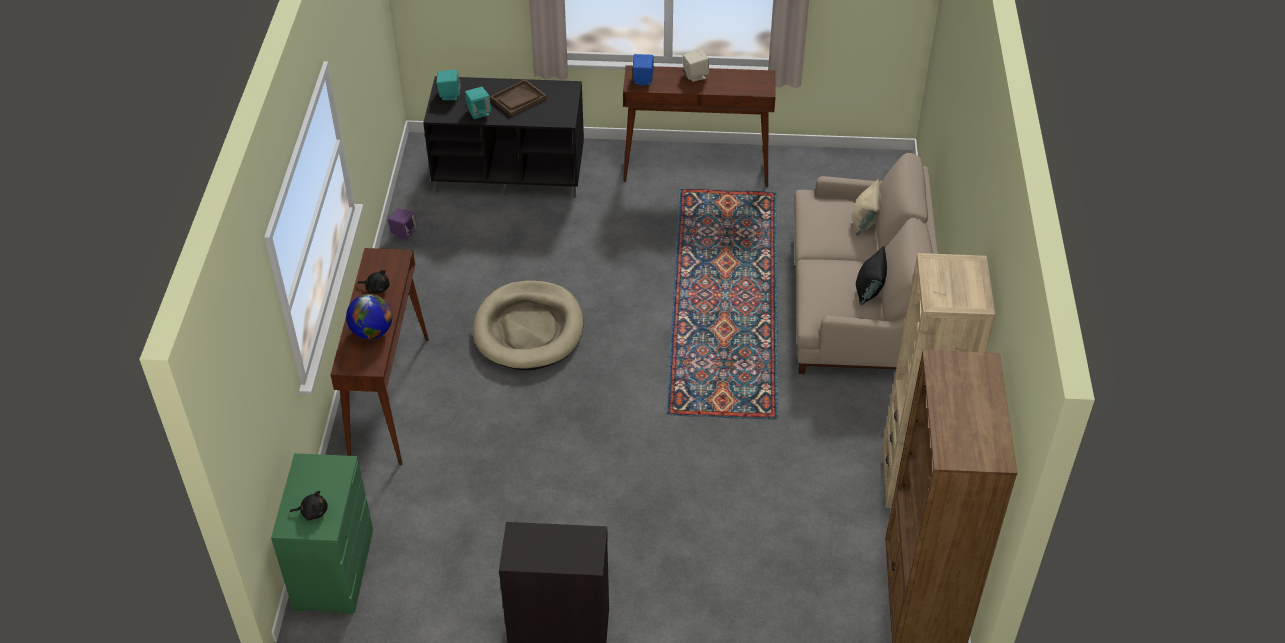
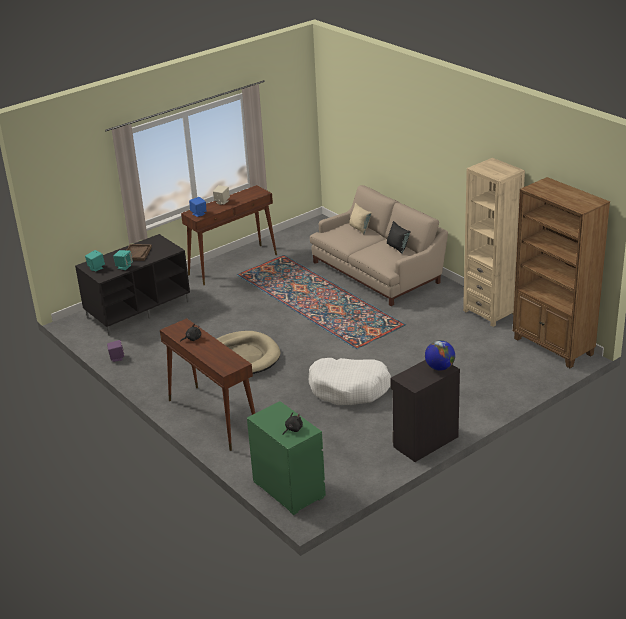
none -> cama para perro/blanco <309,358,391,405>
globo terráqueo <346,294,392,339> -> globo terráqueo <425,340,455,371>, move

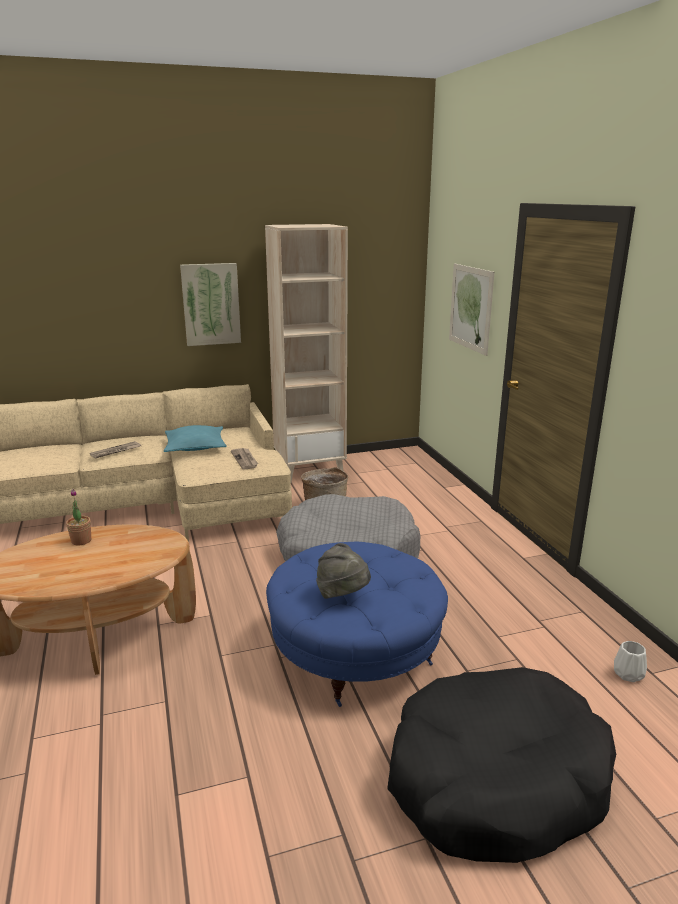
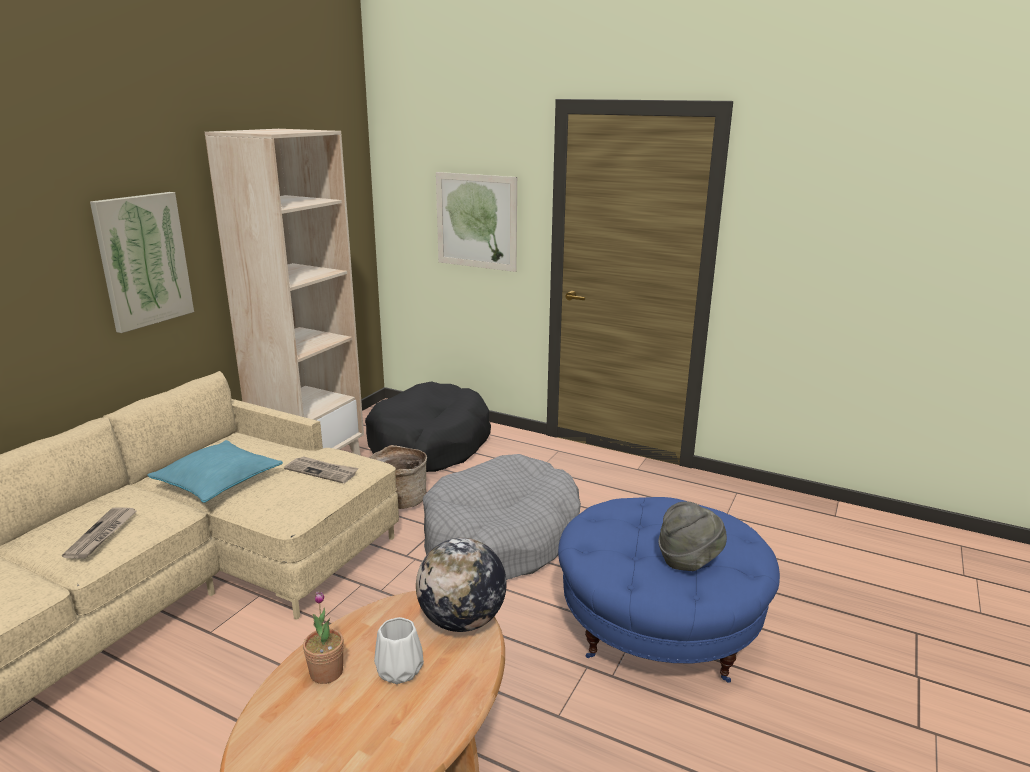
cama para perro/negro <387,667,616,863> -> cama para perro/negro <365,381,491,472>, move
florero/blanco <614,641,647,682> -> florero/blanco <374,617,424,684>, move
none -> globo terráqueo <416,538,506,632>

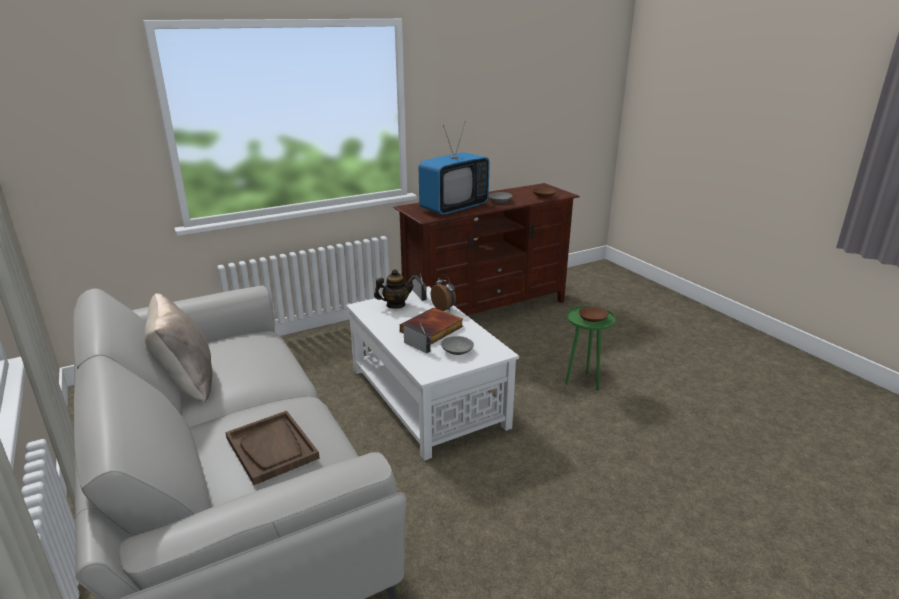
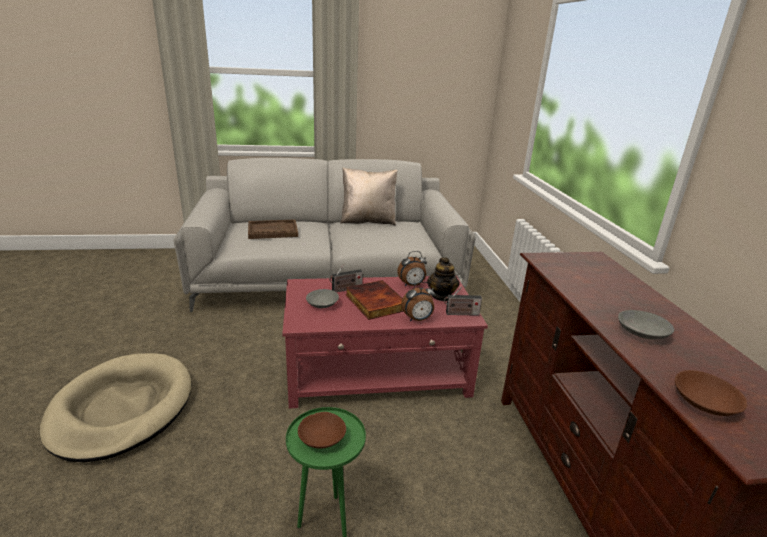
none -> cama para perro/beis <40,353,191,462>
mesa de centro/blanco <346,286,519,461> -> mesa de centro/rojo <282,276,488,408>
none -> despertador <397,251,427,286>
televisor <419,121,490,215> -> none

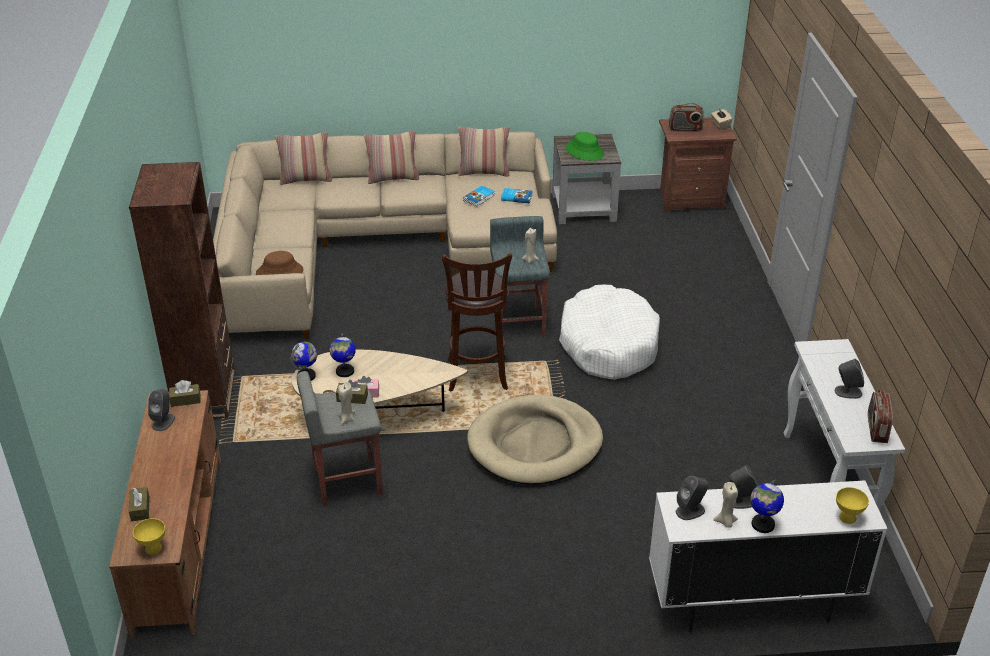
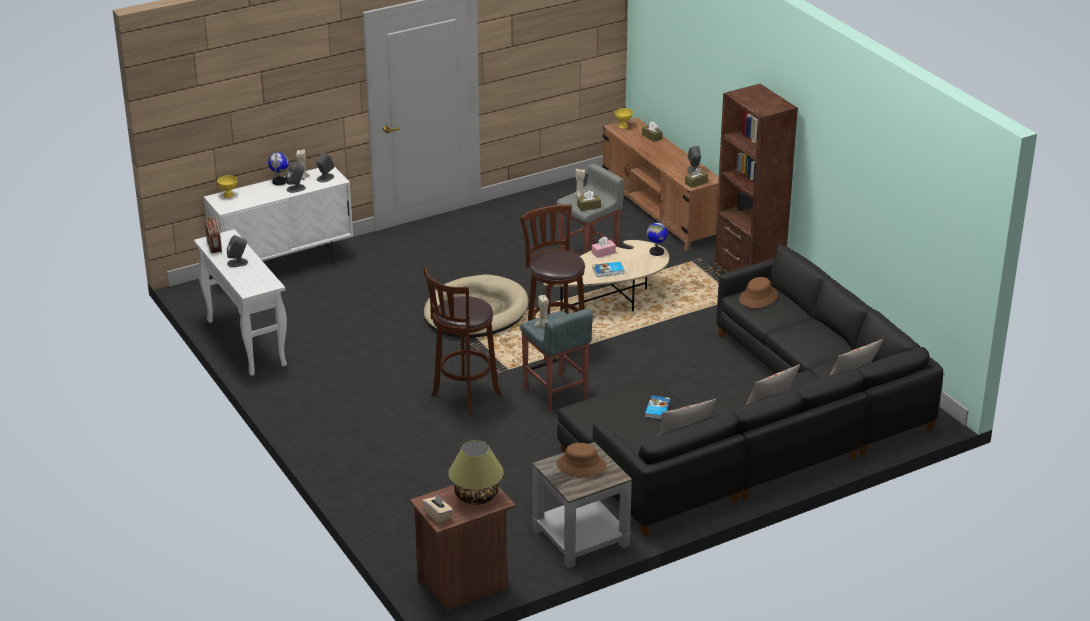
cama para perro/blanco <559,285,660,380> -> taburete/marrón <423,267,501,415>
radio <669,103,704,132> -> lámpara de mesa <449,440,504,505>
sombrero/verde <566,132,604,161> -> sombrero/marrón <556,443,607,477>
sofá/beis <213,131,557,339> -> sofá/negro <557,245,943,536>
libro <501,188,533,204> -> libro <593,262,625,277>, move
globo terráqueo <330,333,356,377> -> none

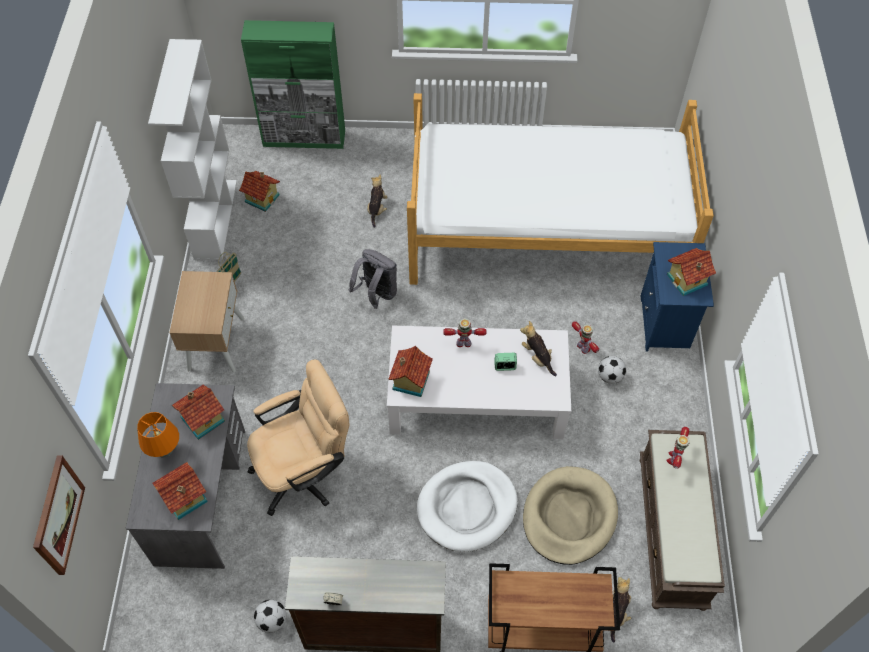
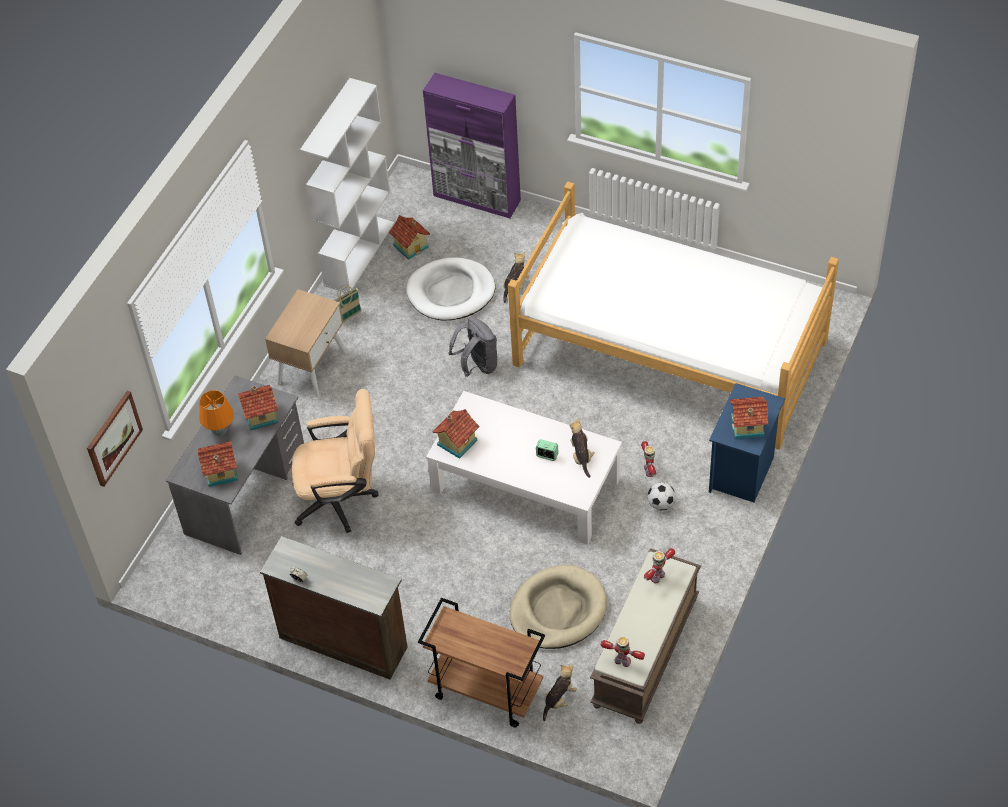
cama para perro/blanco <417,461,518,552> -> cama para perro/blanco <406,257,495,320>, move
armario/verde <241,20,345,149> -> armario/morado <423,73,521,218>
robot de juguete <443,318,487,347> -> robot de juguete <601,636,645,667>, move
balón de fútbol <254,599,286,633> -> none

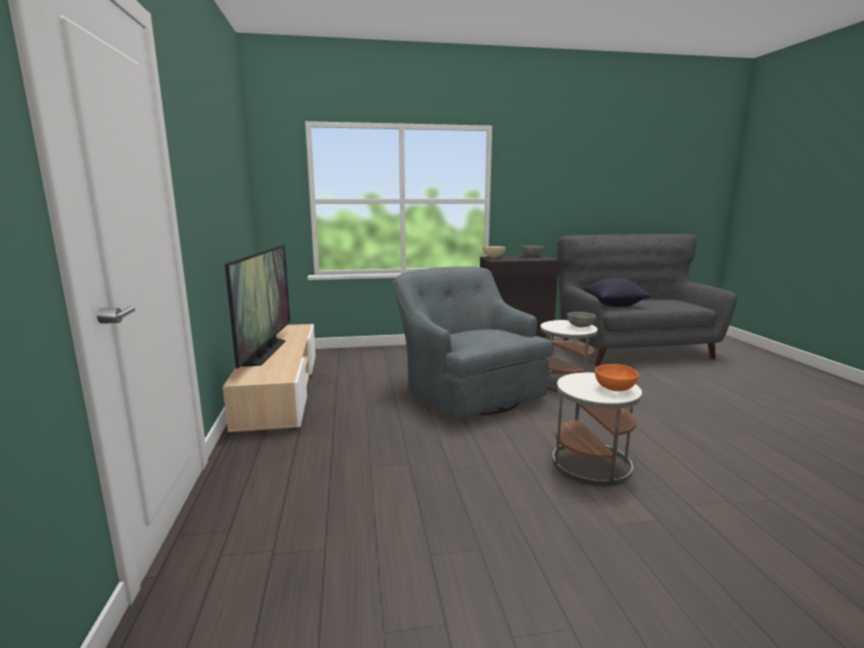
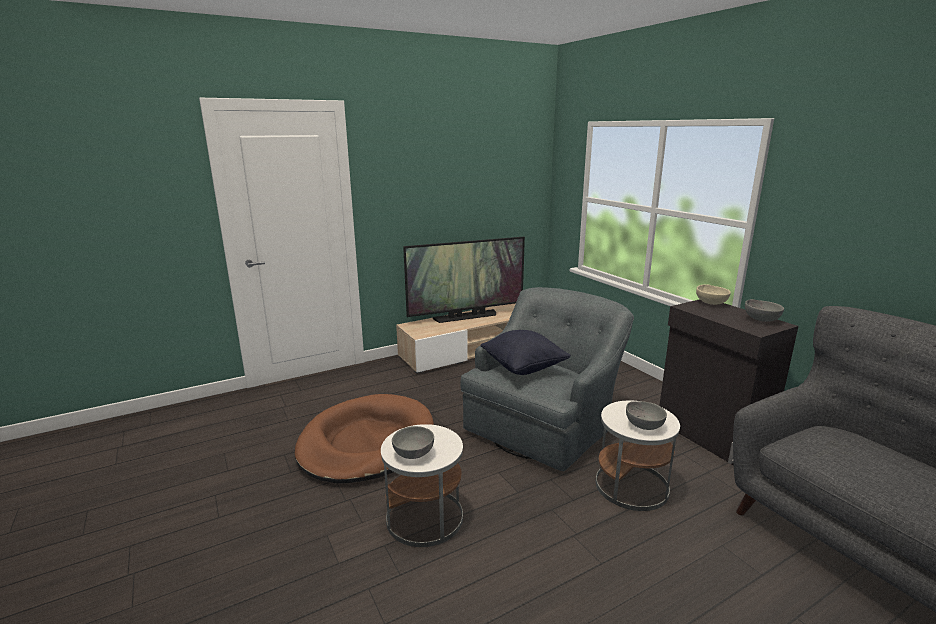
none -> cama para perro/marrón <295,394,434,483>
cuenco/naranja <595,364,639,391> -> cuenco/gris <392,426,434,459>
cojín/negro <583,278,651,307> -> cojín/negro <480,330,571,375>, move

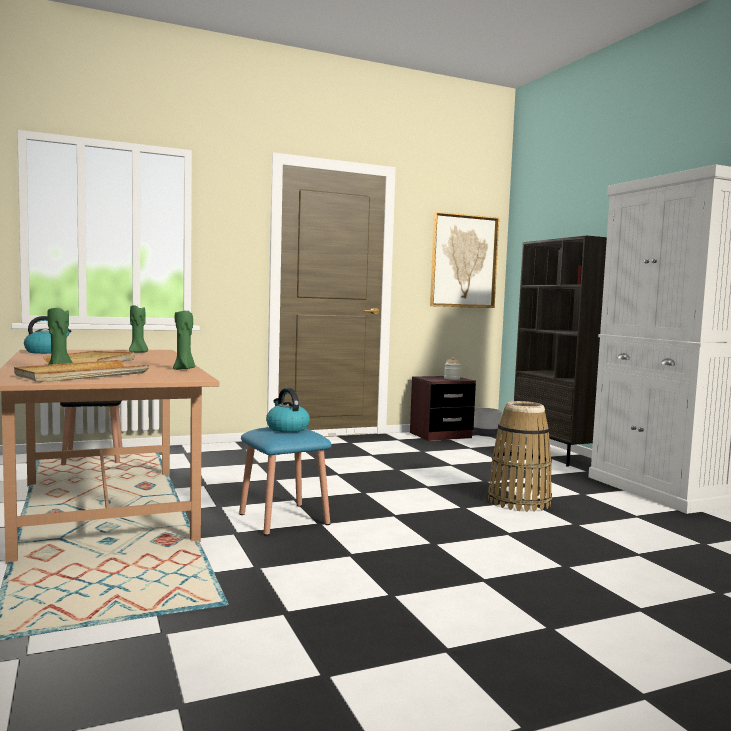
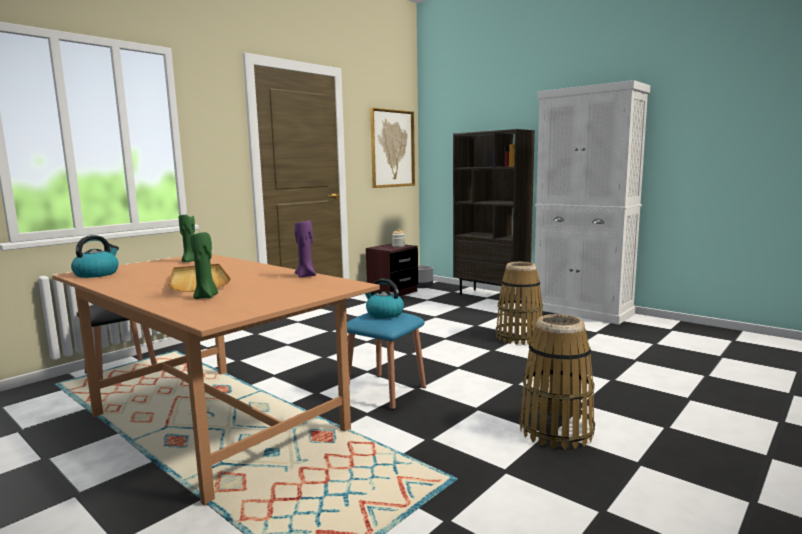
vela/verde <173,311,195,370> -> vela/morado <295,220,316,278>
none -> cesta <519,314,595,449>
bandeja/beis <14,360,149,382> -> none

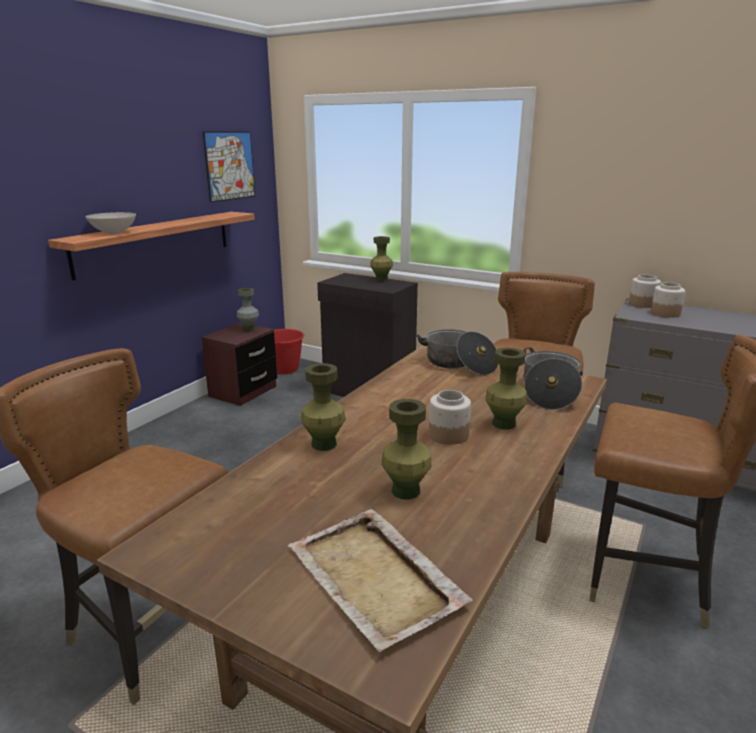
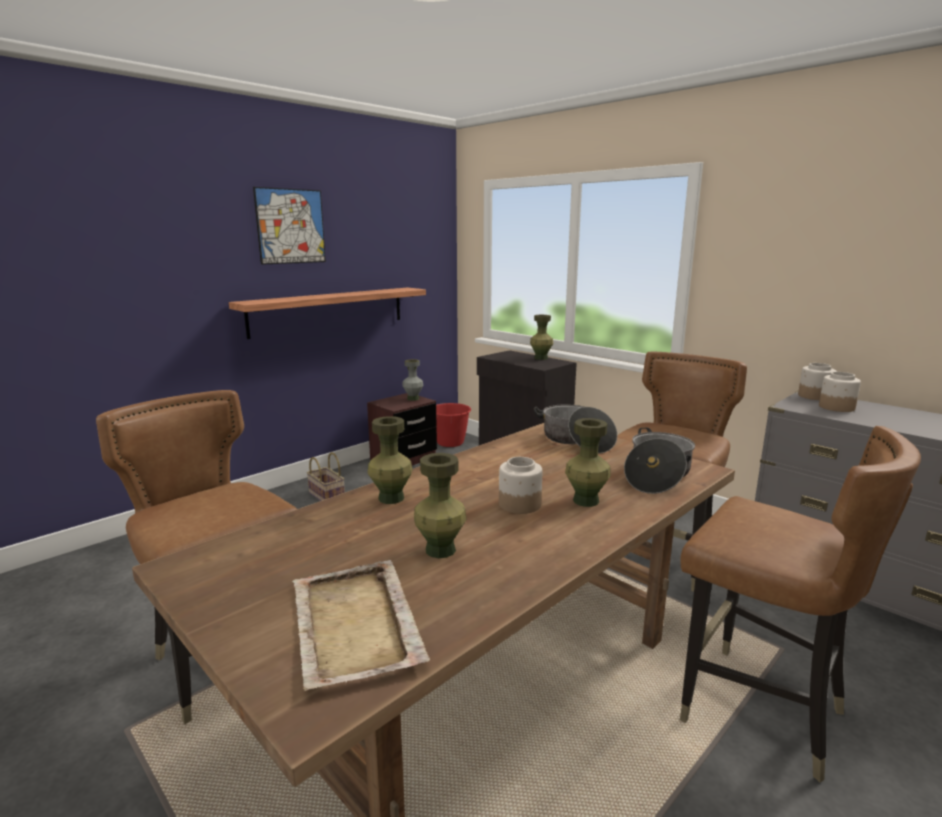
cuadro <203,132,255,202> -> cuadro <253,187,326,265>, move
none -> cesta <307,452,345,501>
cuenco/blanco <85,212,136,234> -> none

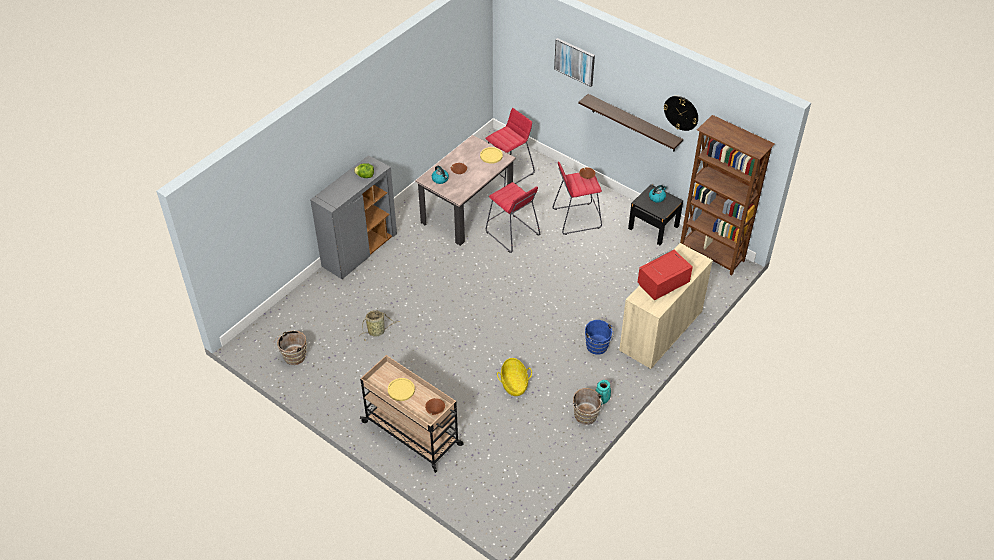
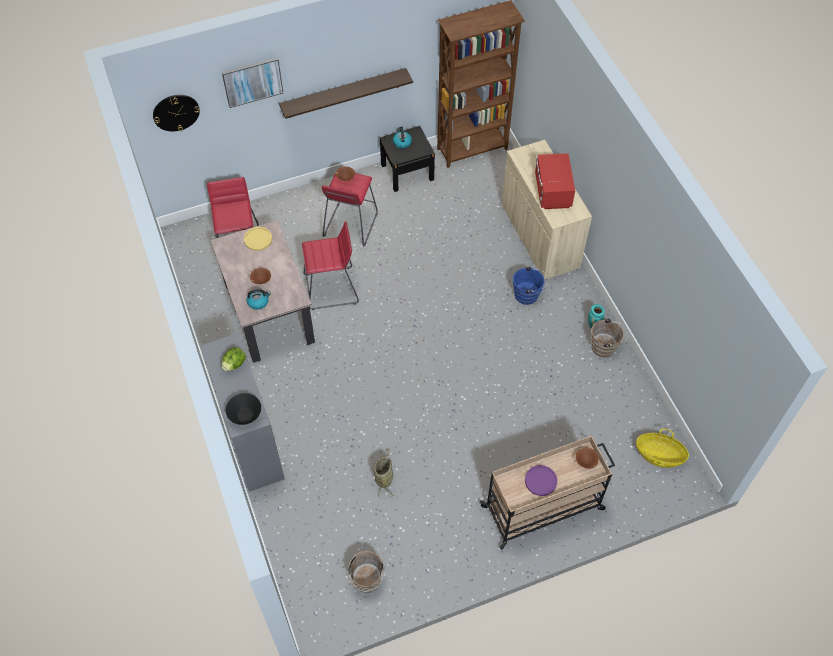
reloj de pared <664,96,698,131> -> reloj de pared <153,95,200,131>, move
none -> cuenco/negro <226,393,261,425>
plato/amarillo <388,378,415,401> -> plato/morado <525,465,557,496>
cesta <497,358,532,396> -> cesta <636,429,689,468>, move

